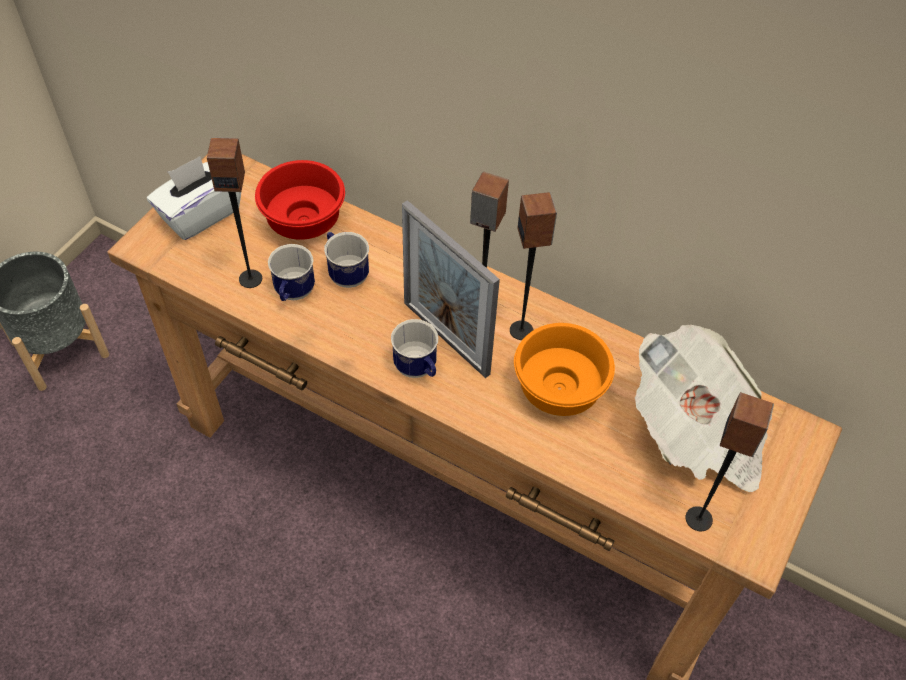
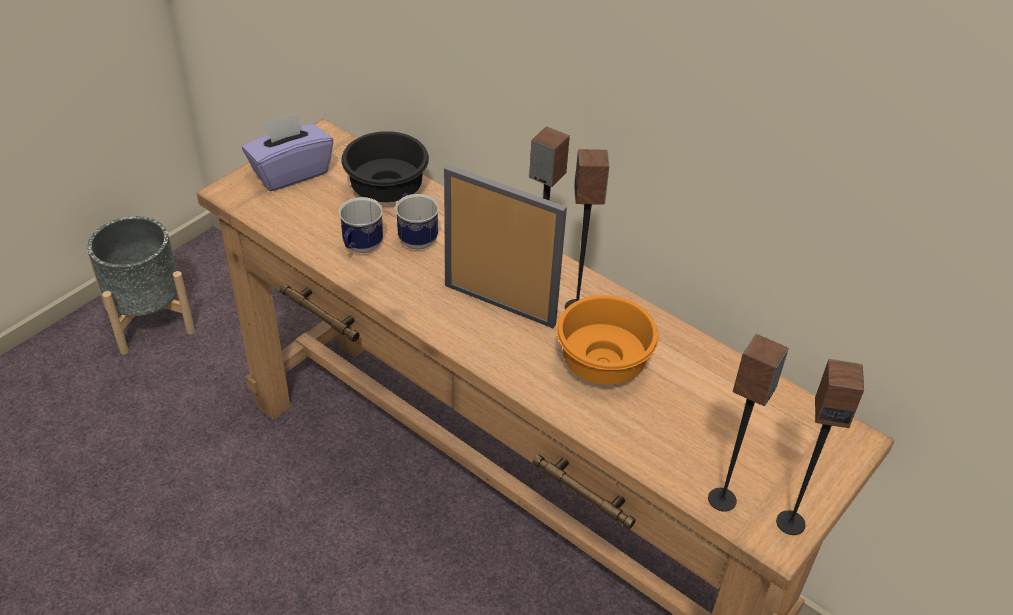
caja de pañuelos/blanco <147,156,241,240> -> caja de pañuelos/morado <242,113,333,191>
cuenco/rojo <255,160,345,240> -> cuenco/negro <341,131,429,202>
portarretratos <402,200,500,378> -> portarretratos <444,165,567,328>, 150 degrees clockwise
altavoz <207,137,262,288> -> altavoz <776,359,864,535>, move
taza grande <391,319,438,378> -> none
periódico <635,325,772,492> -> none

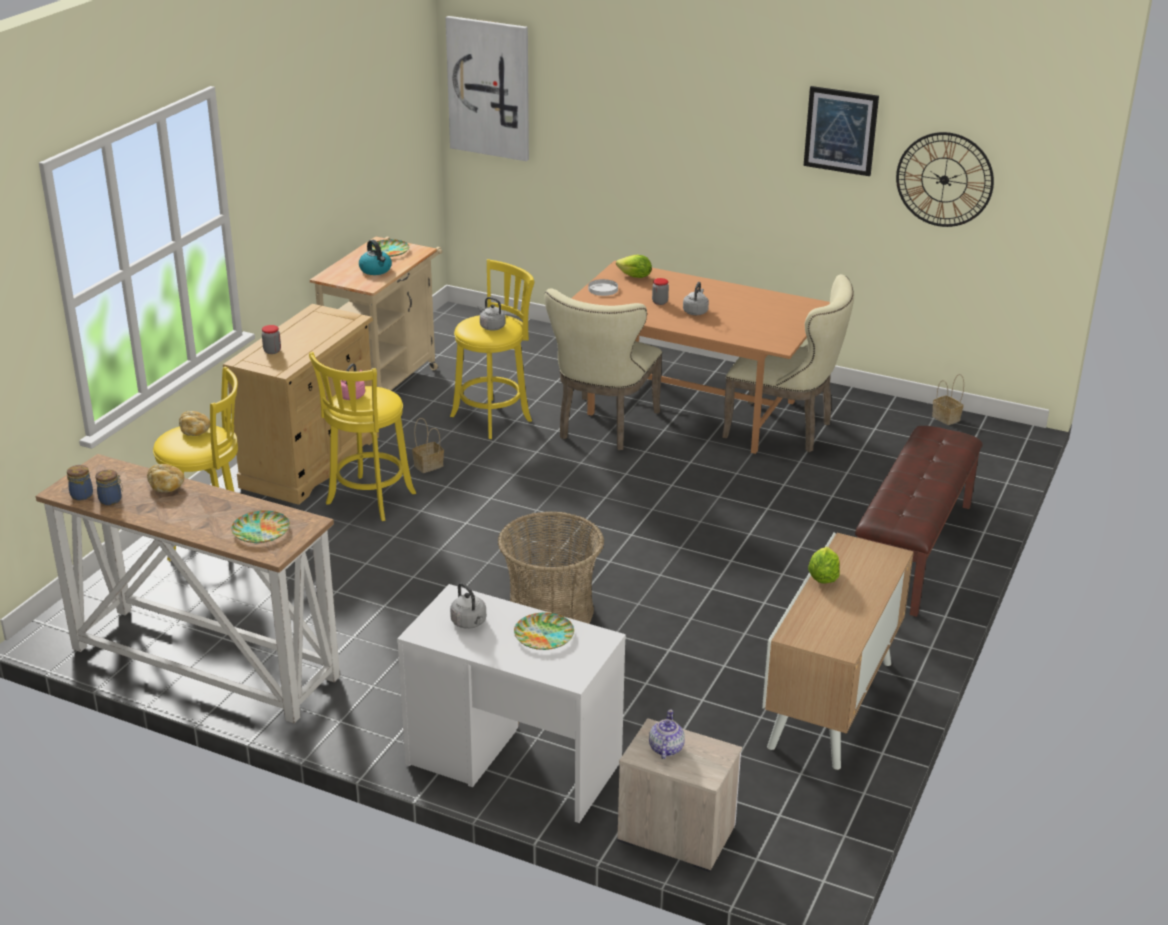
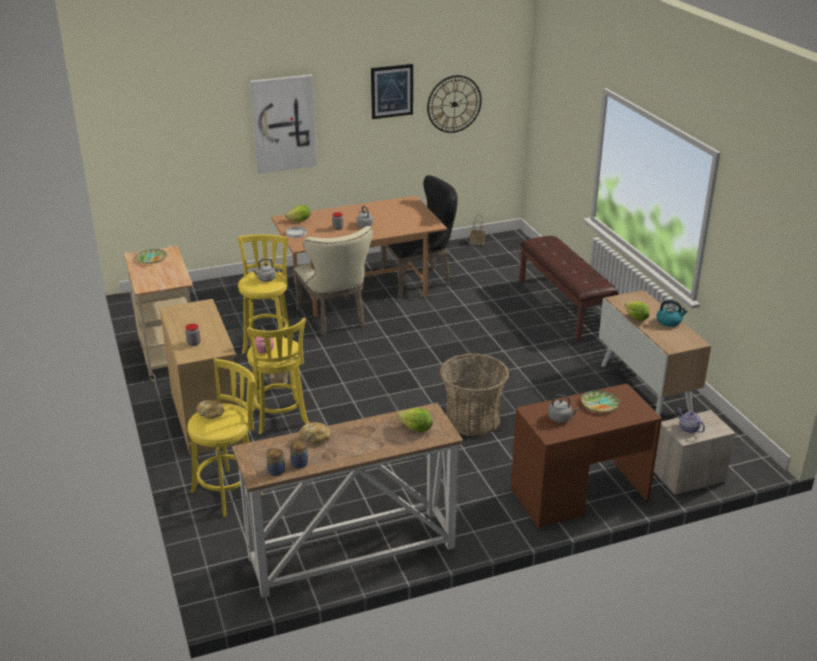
cuadro <446,16,529,161> -> cuadro <250,74,317,174>, move
silla/beis <722,274,854,452> -> silla/negro <381,175,458,297>
plato <231,510,290,543> -> lechuga <397,408,433,432>
escritorio/blanco <397,584,626,823> -> escritorio/marrón <511,383,662,529>
hervidor <359,240,392,275> -> hervidor <656,300,688,327>, move

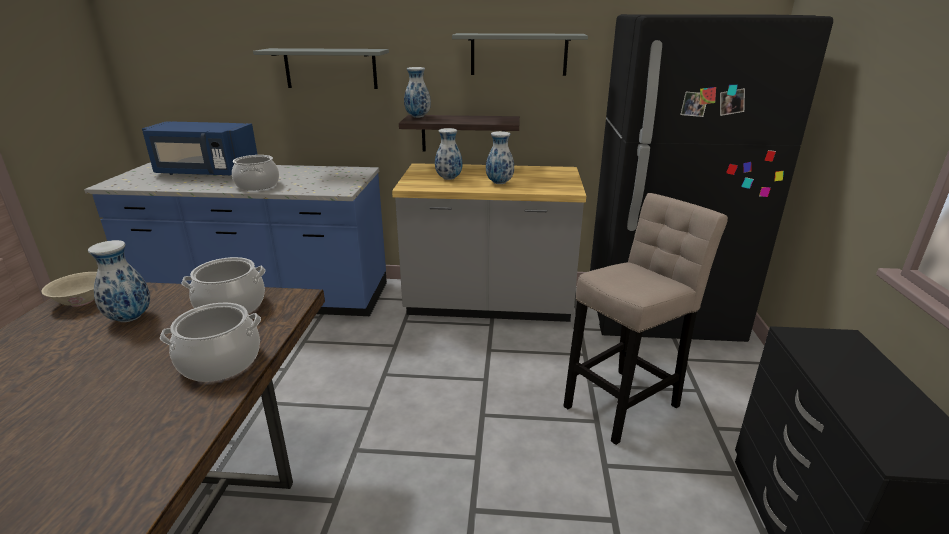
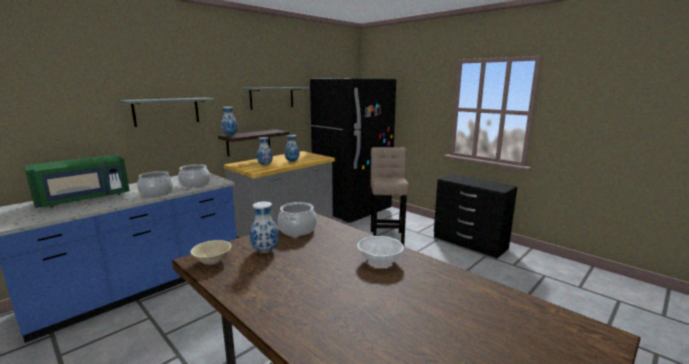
microondas/azul <142,121,258,175> -> microondas/verde <24,154,130,208>
olla <160,303,261,382> -> olla <178,164,210,188>, move
none -> cuenco/blanco <357,236,404,266>

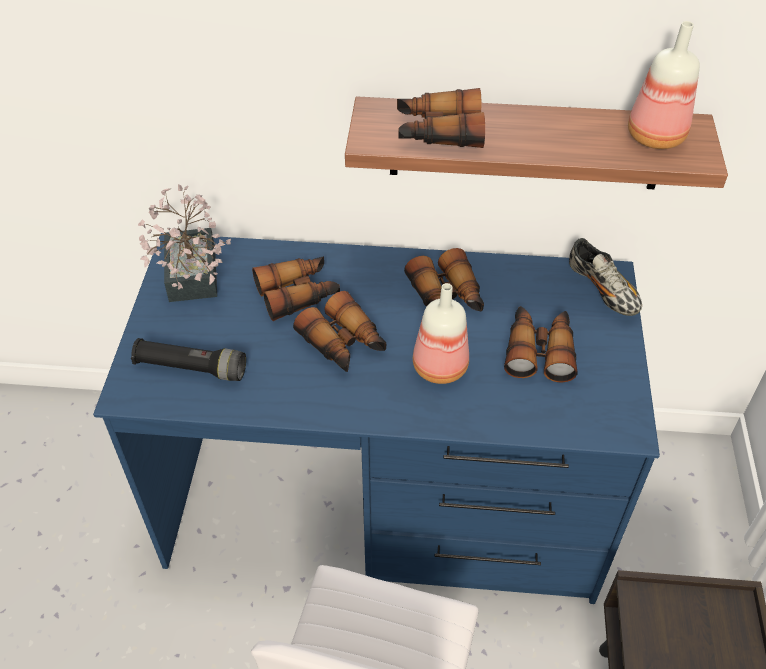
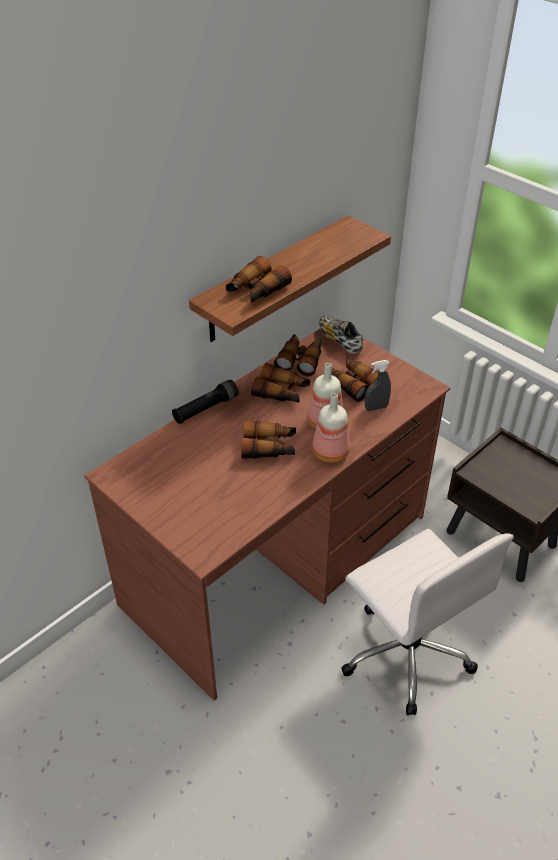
escritorio/azul <93,233,660,604> -> escritorio/marrón <84,329,451,701>
linterna/negro <131,338,246,381> -> linterna/negro <172,380,239,424>, move
prismáticos <252,256,340,321> -> prismáticos <274,334,322,377>, move
botella <628,21,700,149> -> botella <312,393,350,463>, move
zapato <569,238,642,316> -> zapato <319,316,363,354>, 135 degrees counterclockwise
none -> pulverizador/gris <365,360,391,411>
planta en maceta <138,184,231,302> -> none

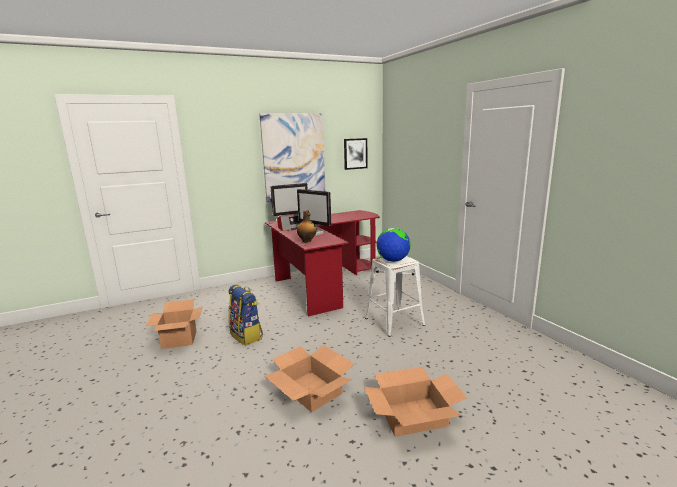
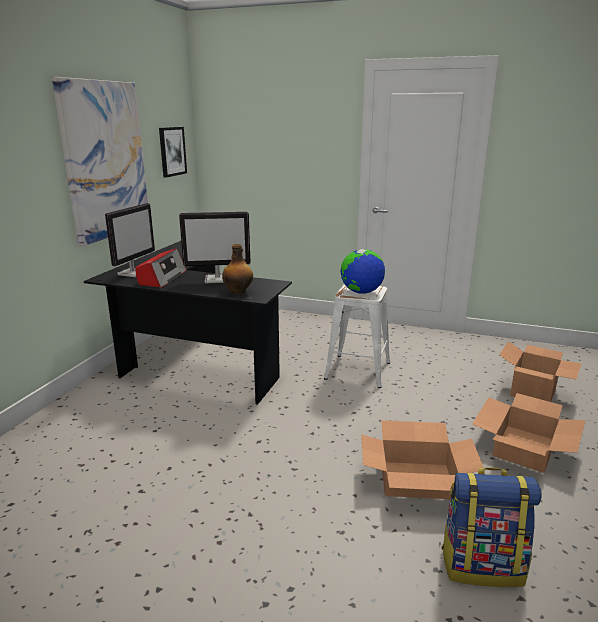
escritorio/rojo <265,210,380,316> -> escritorio/negro <84,241,292,405>
mochila <228,285,263,346> -> mochila <441,468,542,587>, move
caja de cartón <146,299,203,349> -> caja de cartón <499,341,582,402>, move

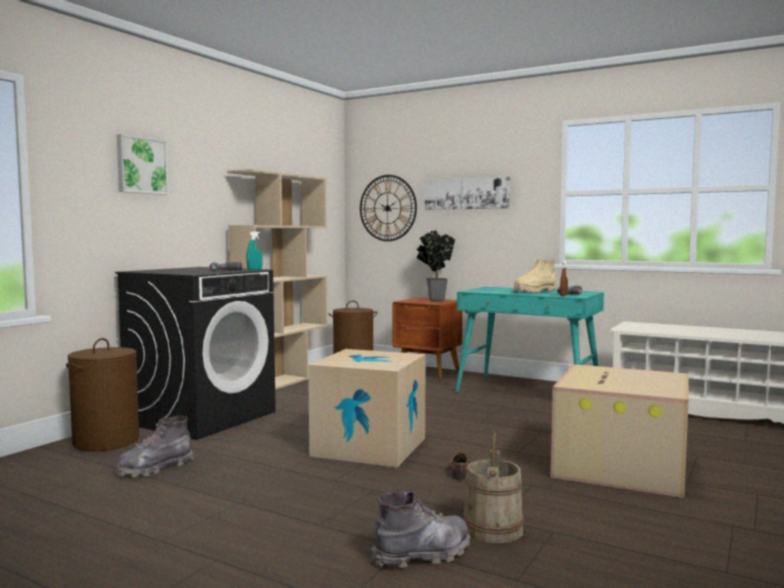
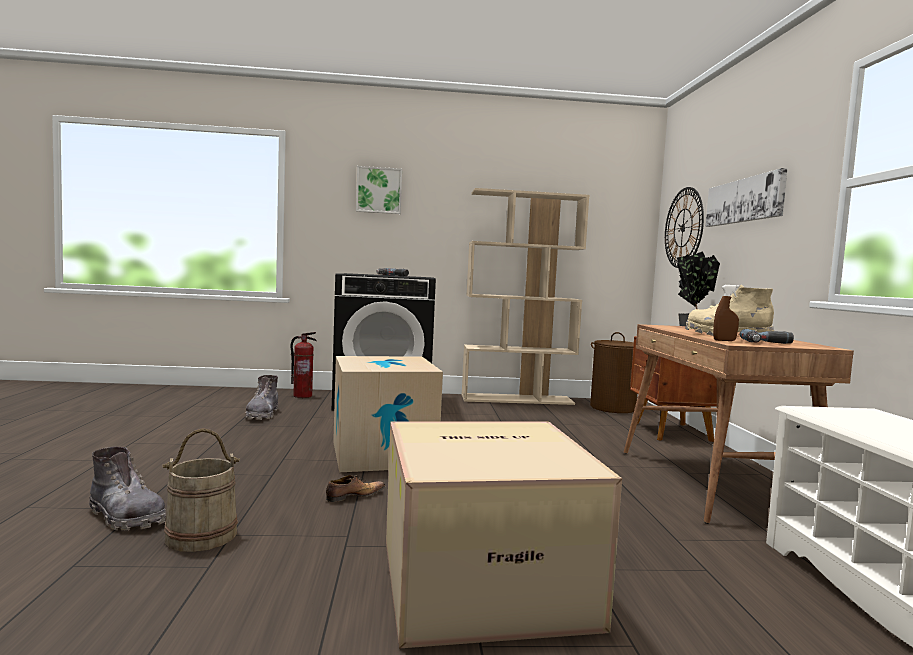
bota/gris <116,415,193,477> -> bota/gris <246,375,278,420>, 105 degrees counterclockwise
cesto de la ropa/marrón <66,338,139,451> -> extintor <290,332,317,398>
escritorio/turquesa <455,287,604,392> -> escritorio/marrón <624,324,854,524>
pulverizador/turquesa <247,232,263,270> -> none

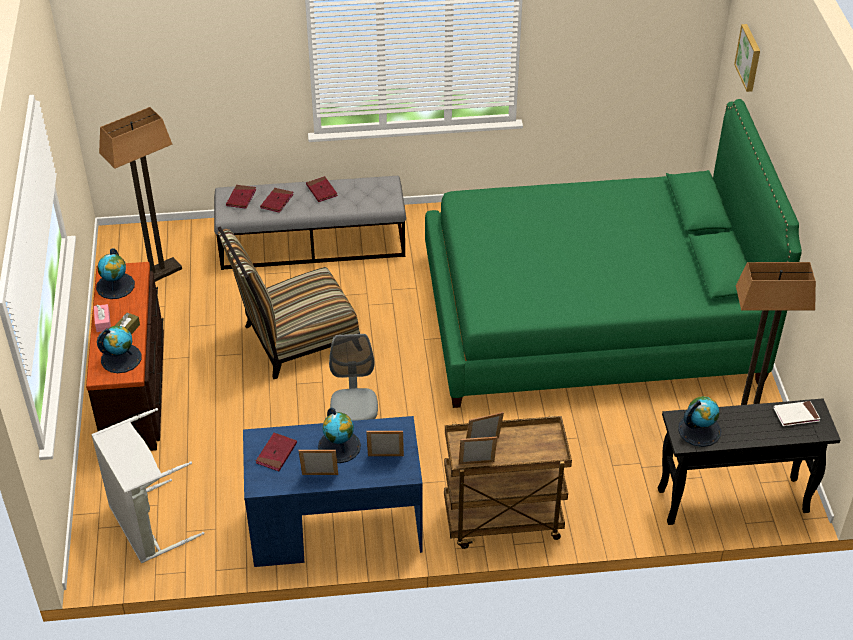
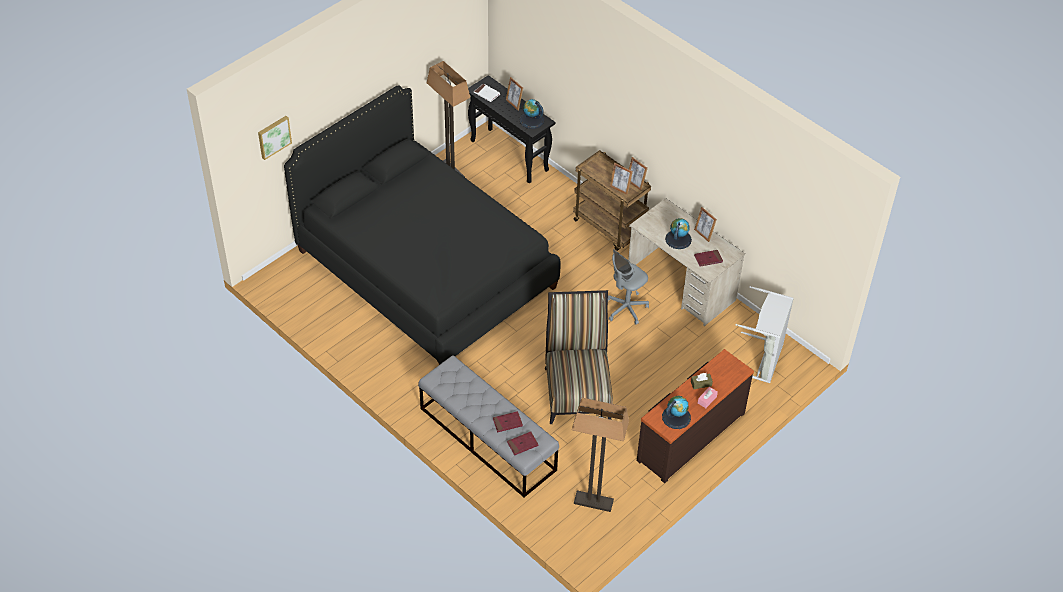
cama/verde <425,99,802,408> -> cama/negro <284,85,561,365>
portarretratos <366,431,404,456> -> portarretratos <506,77,523,111>, move
silla <218,227,360,379> -> silla <545,290,613,424>, 120 degrees counterclockwise
escritorio/azul <243,416,423,567> -> escritorio/beis <628,198,745,326>
globo terráqueo <97,325,142,373> -> none
libro/rojo <306,176,338,202> -> none

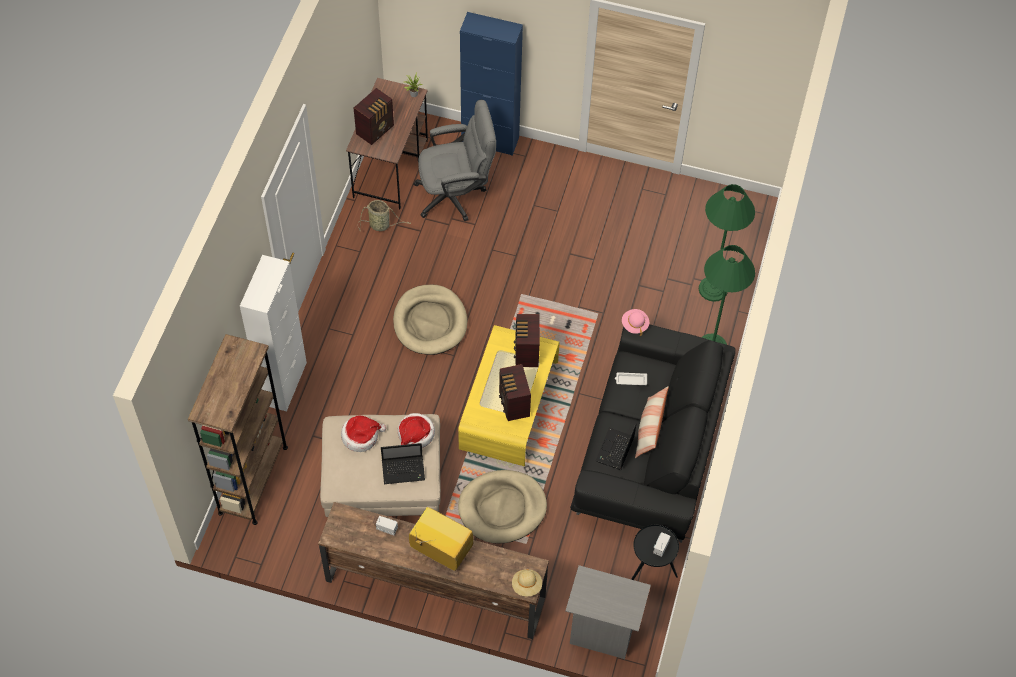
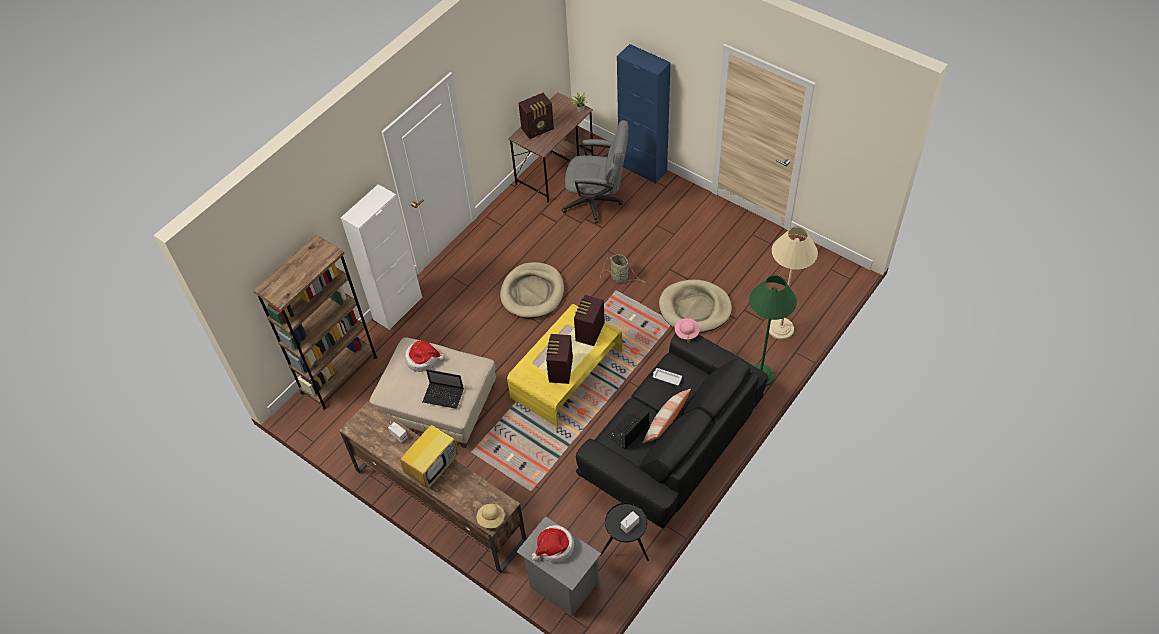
televisor <409,507,474,571> -> televisor <401,421,458,488>, 75 degrees clockwise
sombrero <398,413,435,448> -> sombrero <531,525,574,563>, move
cesta <358,200,411,232> -> cesta <600,254,646,283>, move
cama para perro/beis <458,470,547,544> -> cama para perro/beis <659,280,732,333>, move
lámpara de pie/verde <699,184,755,302> -> lámpara de pie/beis <769,227,818,340>

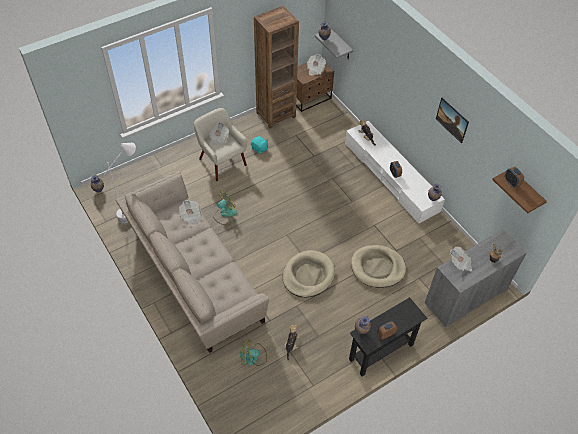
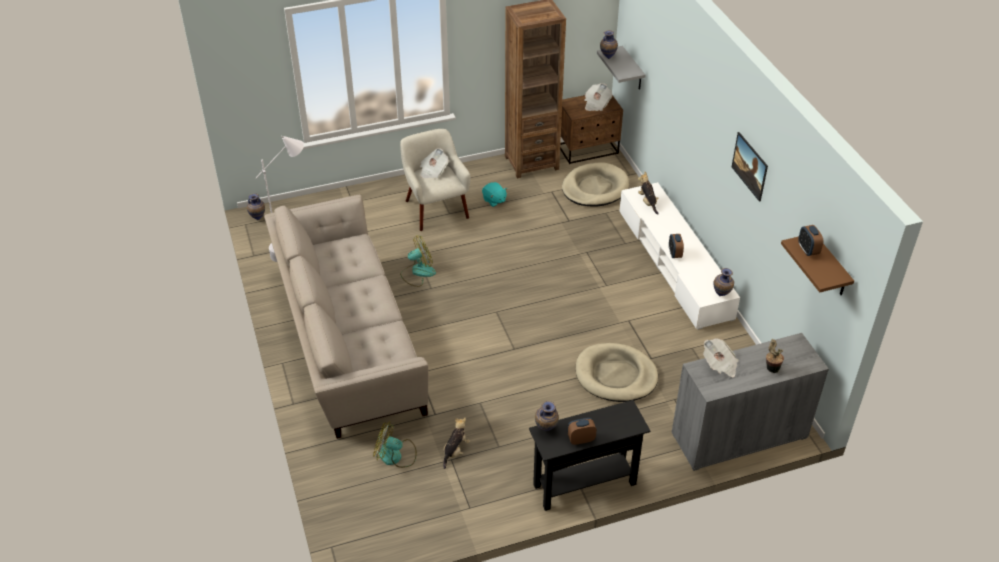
cama para perro/beis <283,250,335,297> -> cama para perro/beis <562,163,629,207>, move
periódico <179,200,202,226> -> none

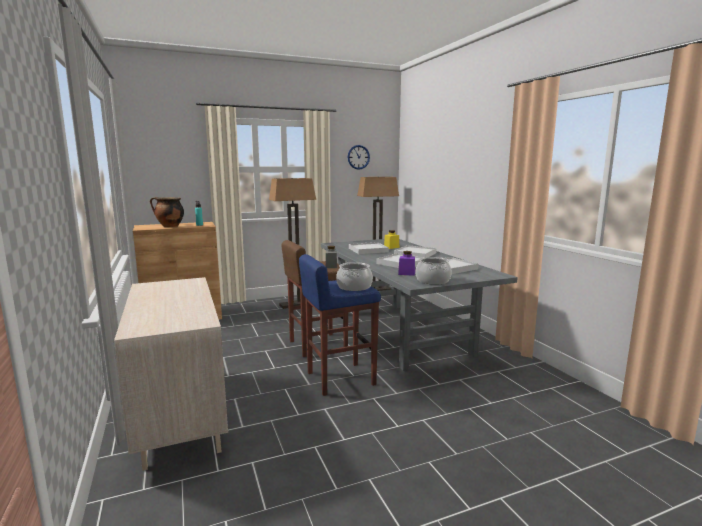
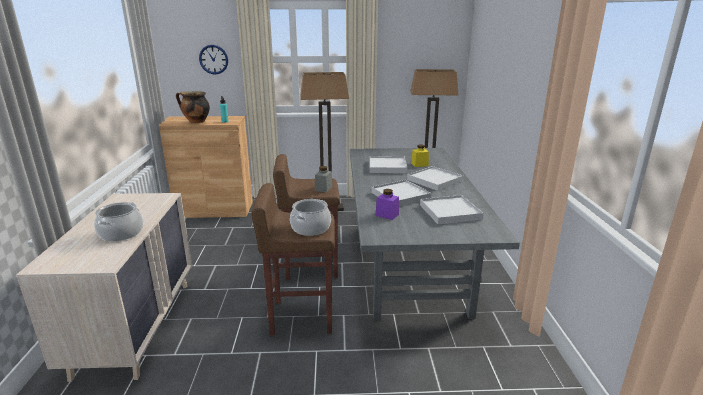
olla <415,257,452,285> -> olla <94,202,143,241>, move
reloj de pared <348,145,370,170> -> reloj de pared <199,45,228,75>, move
taburete/azul <299,254,381,396> -> taburete/marrón <251,183,335,335>

